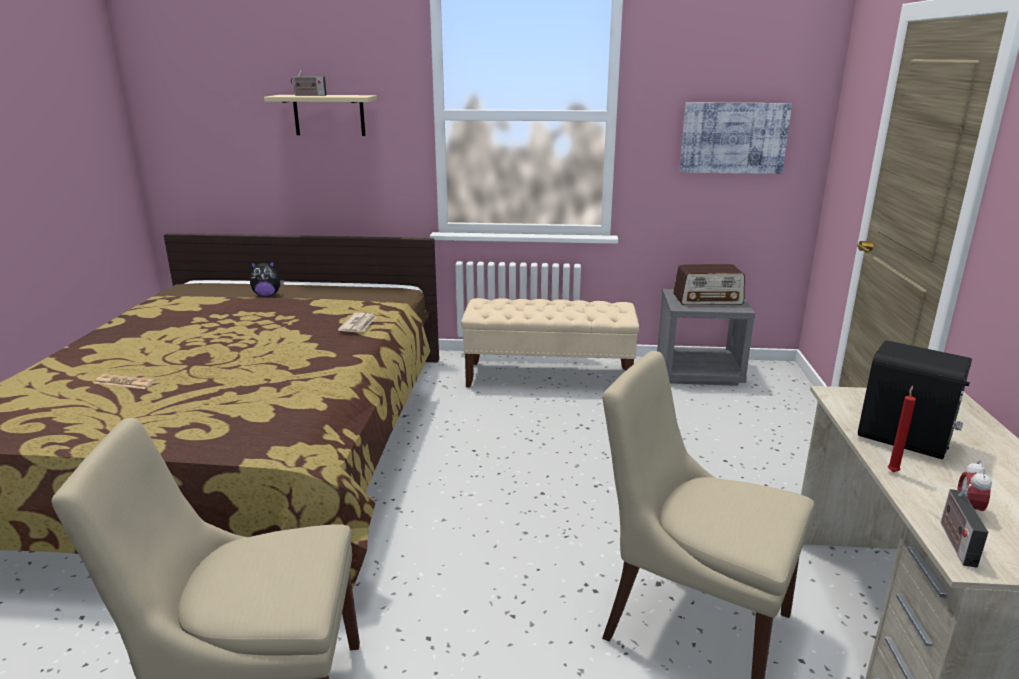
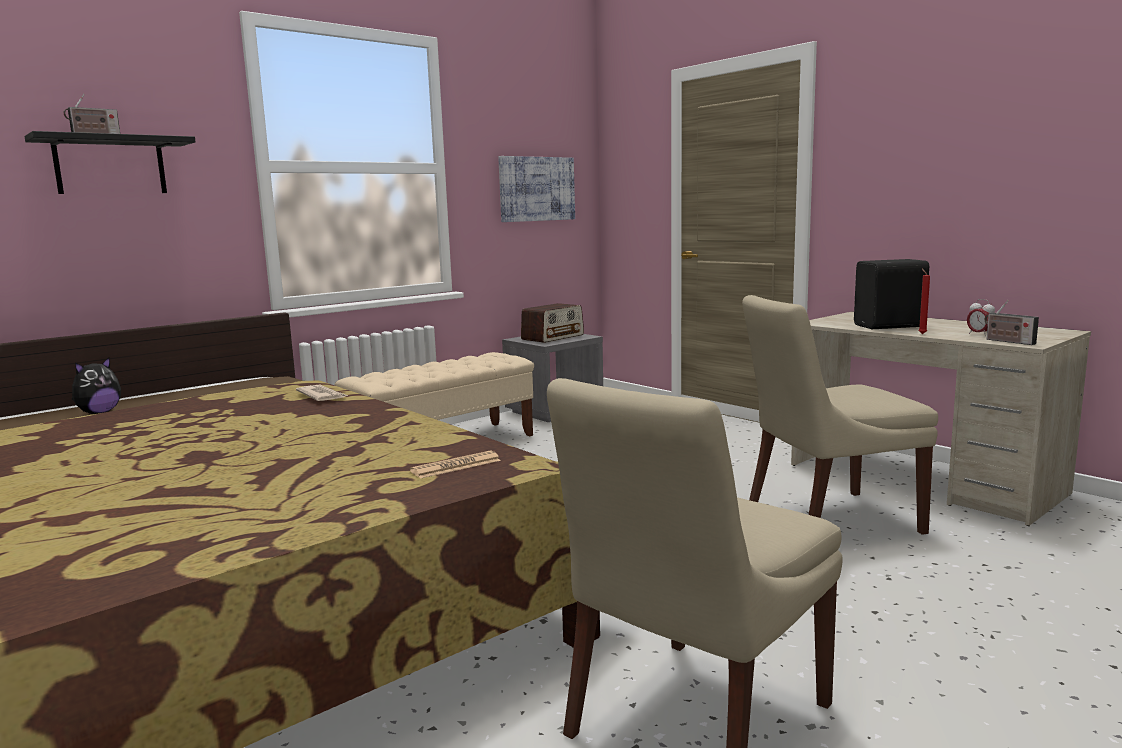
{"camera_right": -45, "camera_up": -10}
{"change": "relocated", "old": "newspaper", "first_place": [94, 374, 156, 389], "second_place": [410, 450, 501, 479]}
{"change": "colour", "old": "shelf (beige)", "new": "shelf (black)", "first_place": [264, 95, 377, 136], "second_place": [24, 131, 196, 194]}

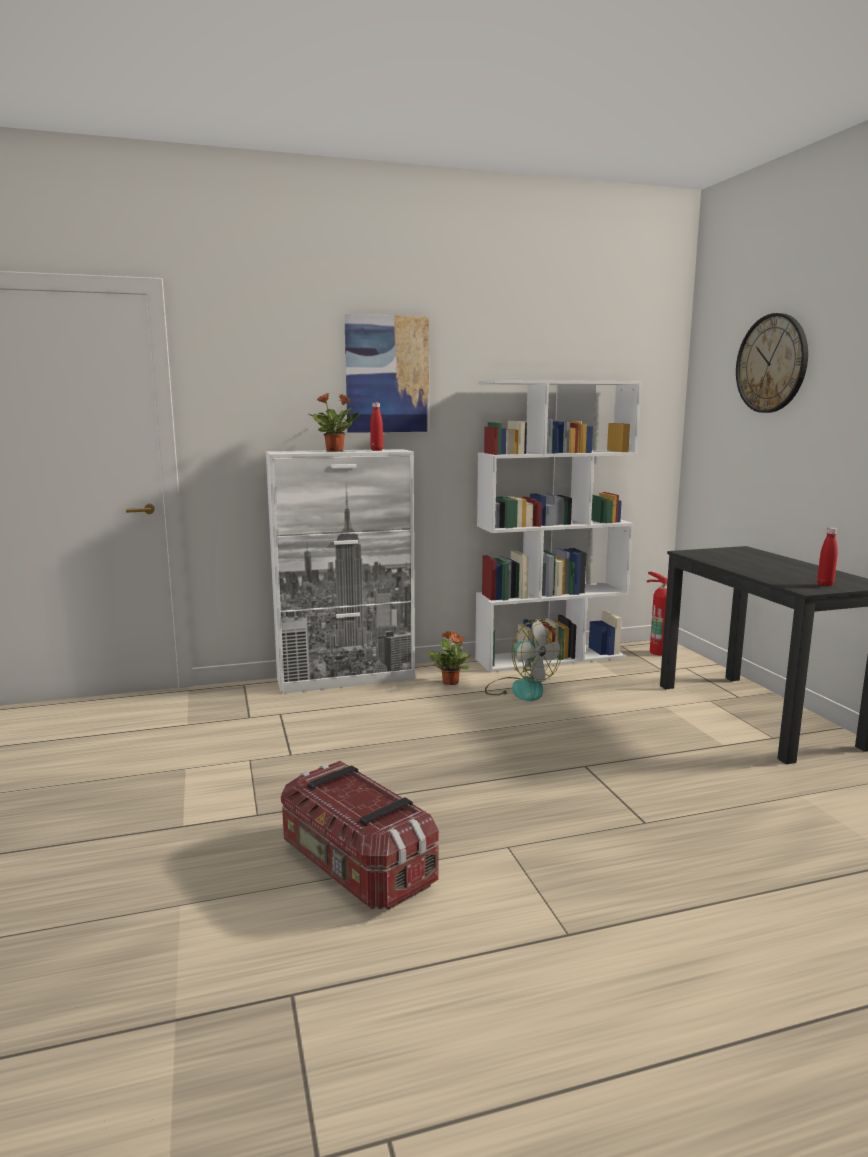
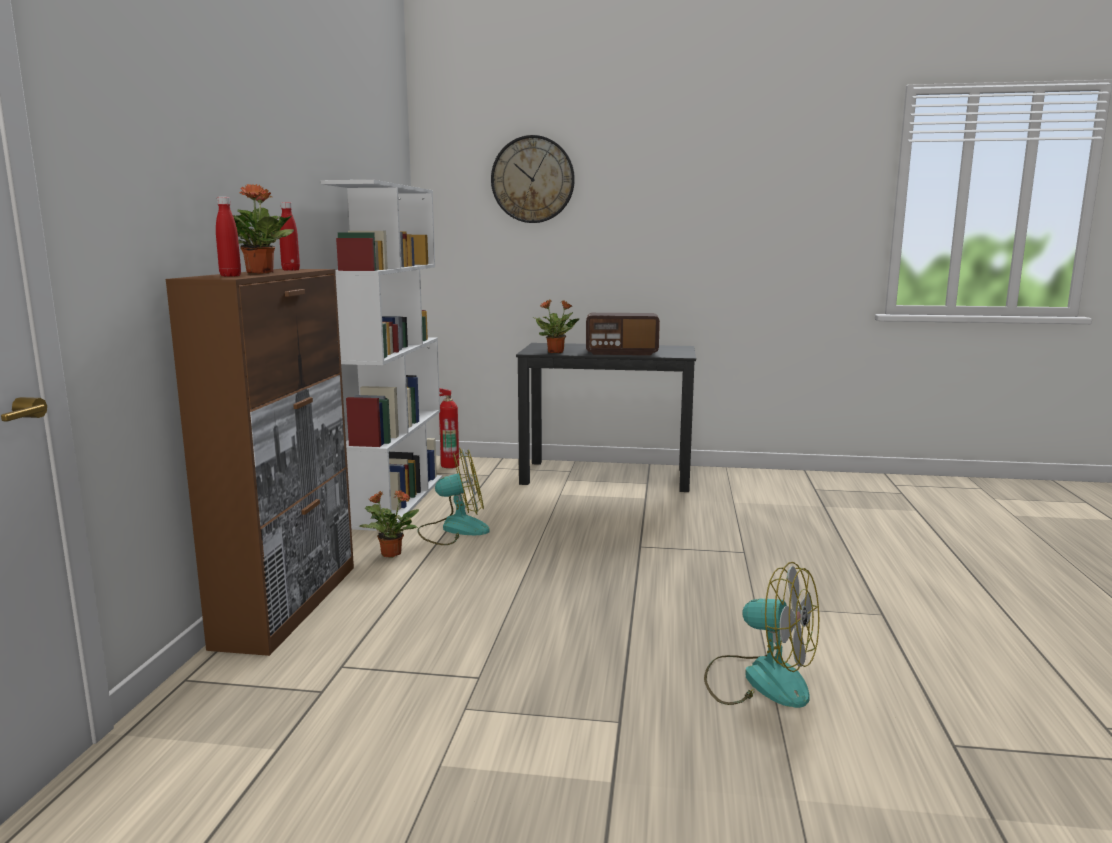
{"camera_right": -65, "camera_up": 0}
{"change": "missing", "old": "picture", "first_place": [344, 314, 429, 433]}
{"change": "appeared", "new": "potted plant", "second_place": [532, 300, 579, 353]}
{"change": "appeared", "new": "radio", "second_place": [586, 313, 660, 355]}
{"change": "relocated", "old": "bottle (red)", "first_place": [817, 527, 838, 586], "second_place": [216, 197, 241, 277]}
{"change": "exchanged", "old": "storage box", "new": "fan", "first_place": [281, 761, 439, 909], "second_place": [704, 562, 819, 708]}
{"change": "colour", "old": "cabinet (white)", "new": "cabinet (brown)", "first_place": [266, 449, 415, 694], "second_place": [165, 269, 354, 656]}

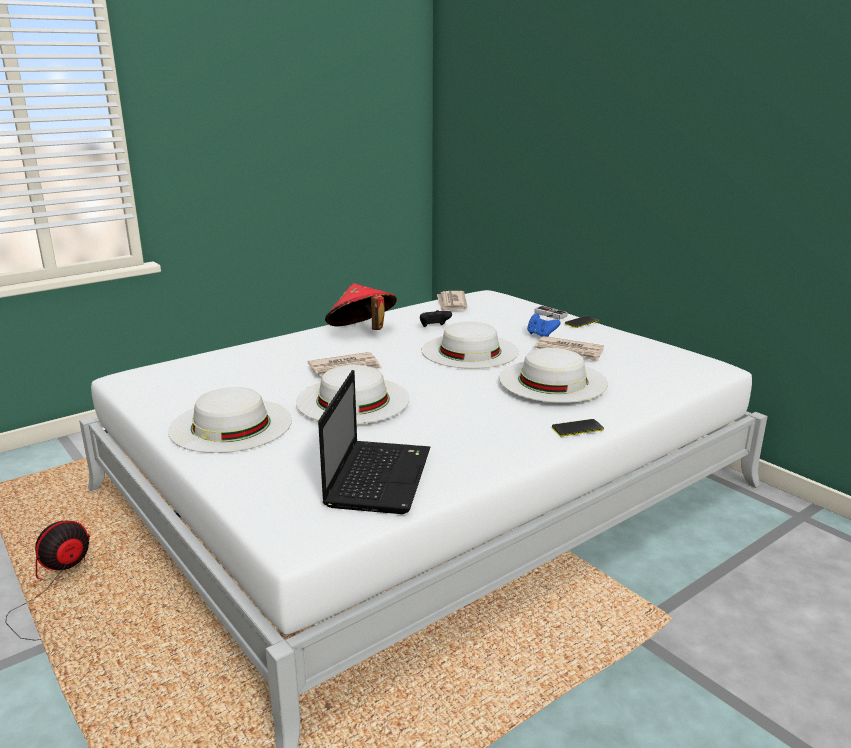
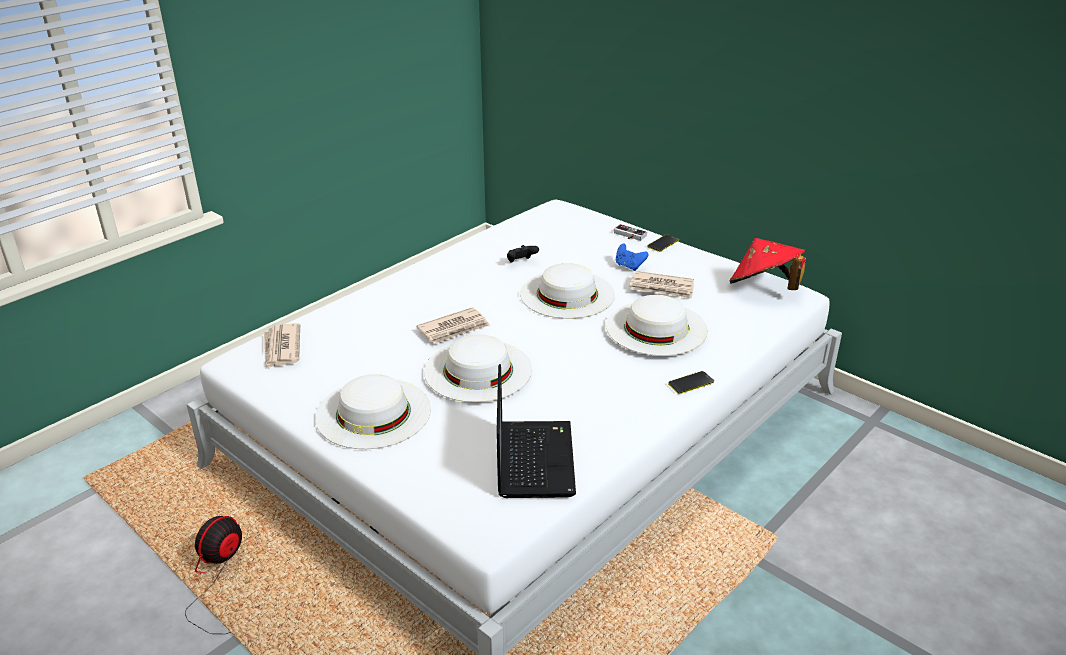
{"camera_right": -10, "camera_up": 10}
{"change": "relocated", "old": "hat (red)", "first_place": [325, 283, 397, 330], "second_place": [730, 238, 806, 290]}
{"change": "relocated", "old": "newspaper", "first_place": [437, 291, 467, 311], "second_place": [264, 323, 300, 369]}

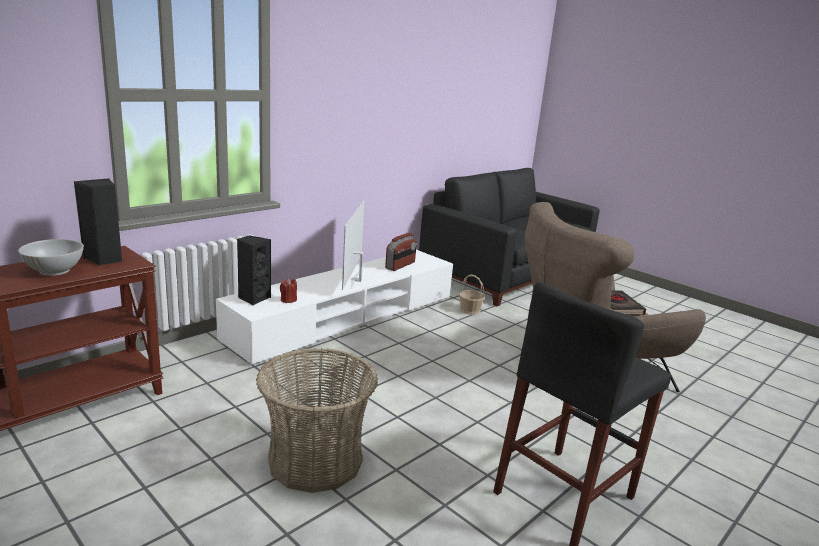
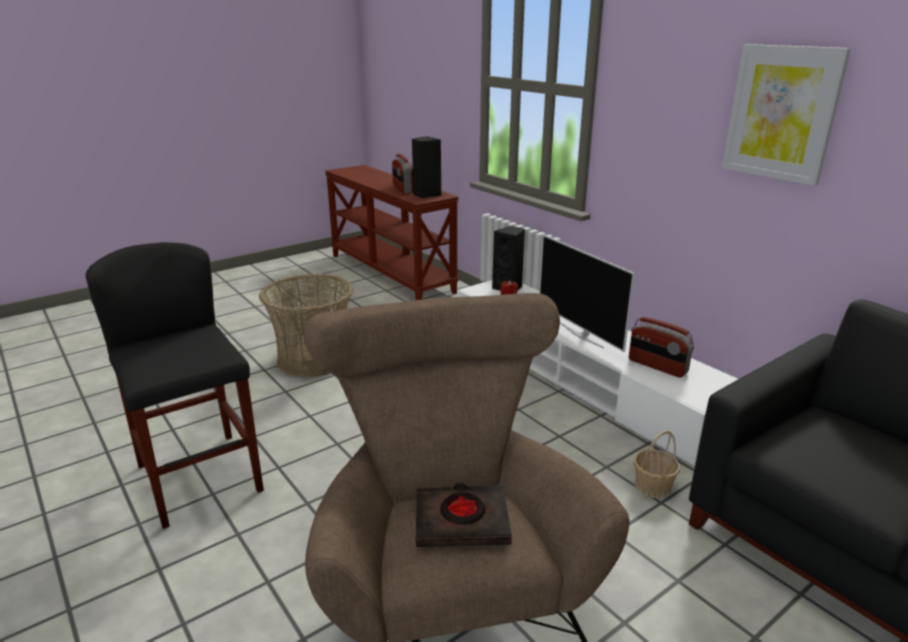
{"camera_right": 100, "camera_up": 5}
{"change": "appeared", "new": "picture", "second_place": [722, 44, 851, 186]}
{"change": "exchanged", "old": "bowl (white)", "new": "radio", "first_place": [18, 239, 84, 276], "second_place": [392, 154, 413, 194]}
{"change": "spun", "old": "television", "first_place": [342, 201, 364, 290], "second_place": [539, 235, 635, 352], "degrees": -135}

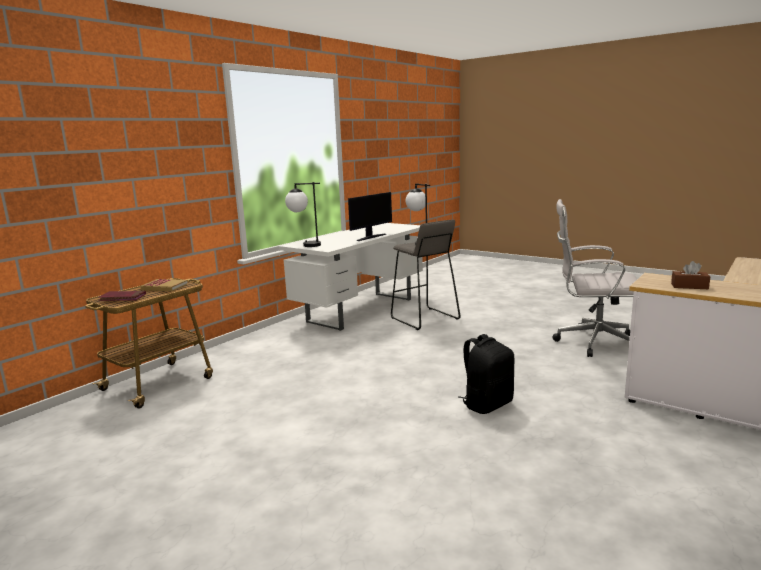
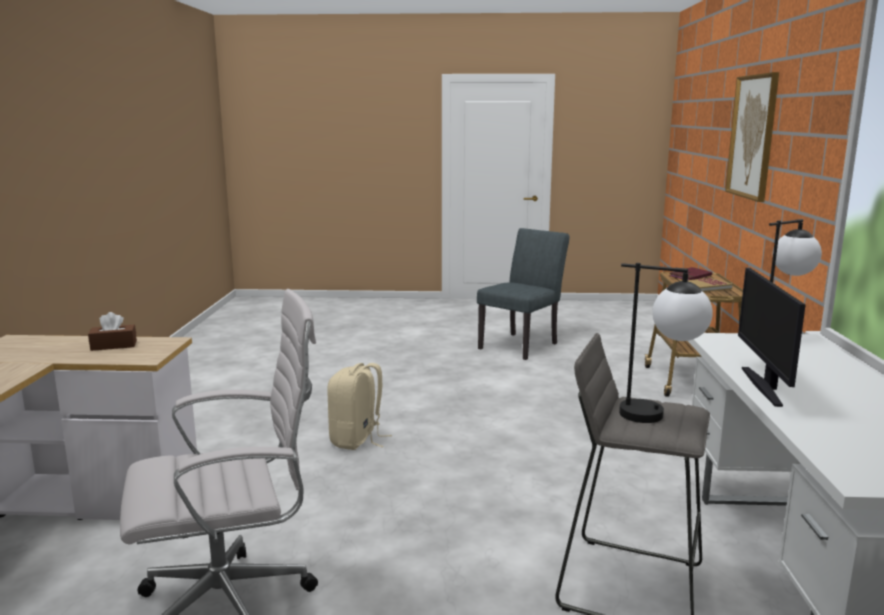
{"camera_right": 145, "camera_up": 0}
{"change": "appeared", "new": "chair (grey)", "second_place": [477, 228, 569, 360]}
{"change": "appeared", "new": "picture", "second_place": [725, 72, 779, 202]}
{"change": "colour", "old": "backpack (black)", "new": "backpack (beige)", "first_place": [458, 334, 514, 414], "second_place": [327, 363, 392, 450]}

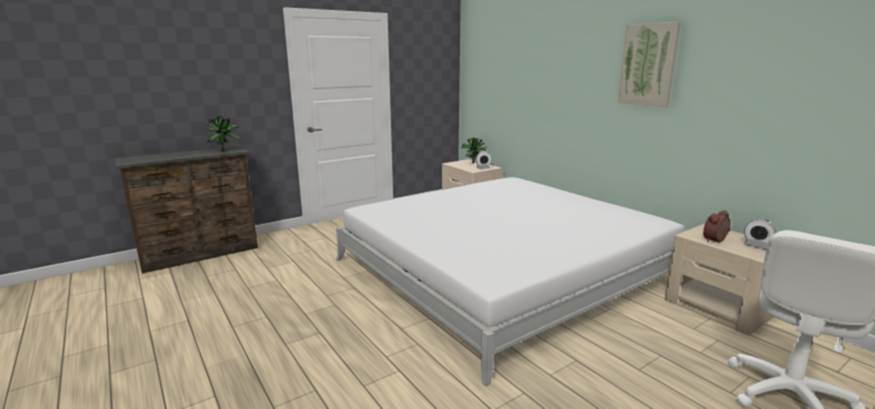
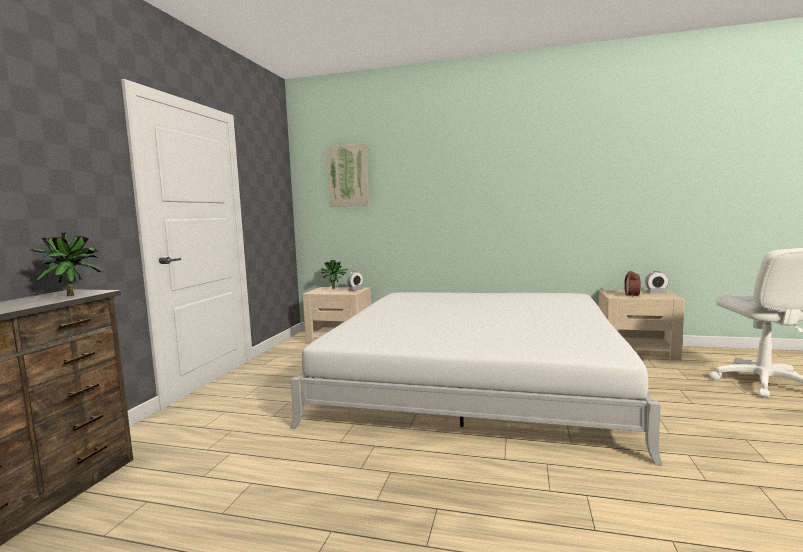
{"camera_right": -40, "camera_up": -10}
{"change": "relocated", "old": "picture", "first_place": [618, 22, 681, 107], "second_place": [327, 143, 369, 207]}

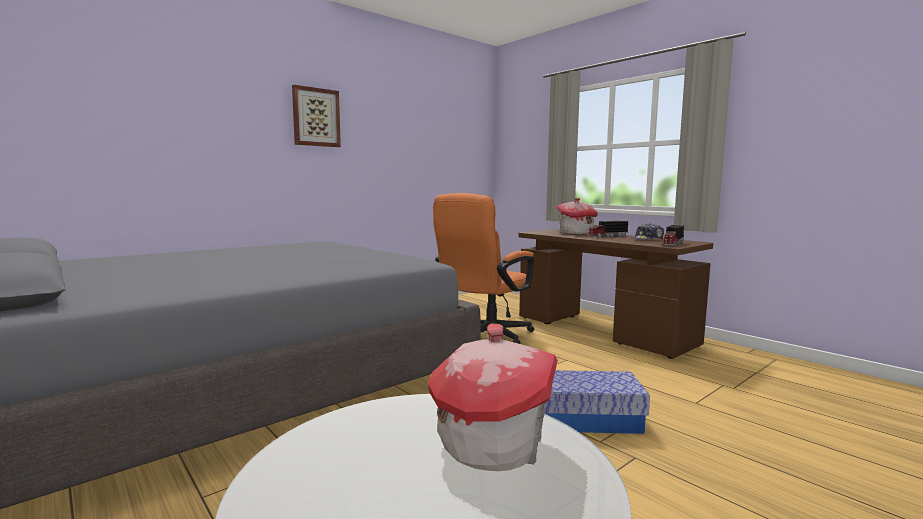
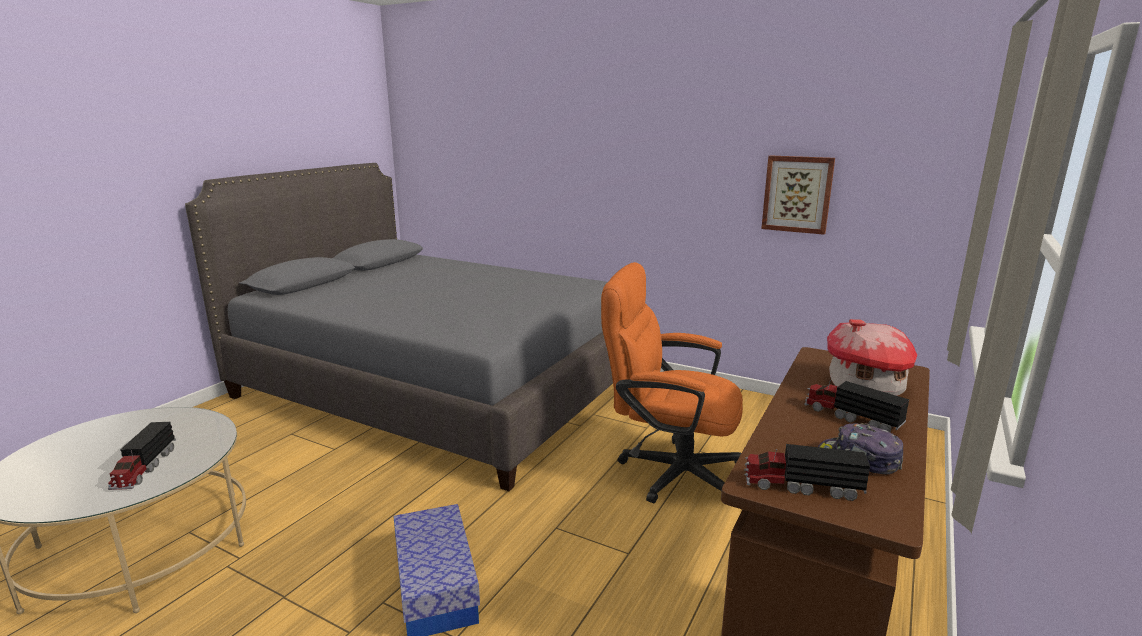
{"camera_right": 70, "camera_up": 10}
{"change": "relocated", "old": "picture", "first_place": [292, 85, 341, 147], "second_place": [761, 155, 835, 235]}
{"change": "exchanged", "old": "toy house", "new": "toy truck", "first_place": [428, 324, 558, 471], "second_place": [108, 422, 176, 490]}

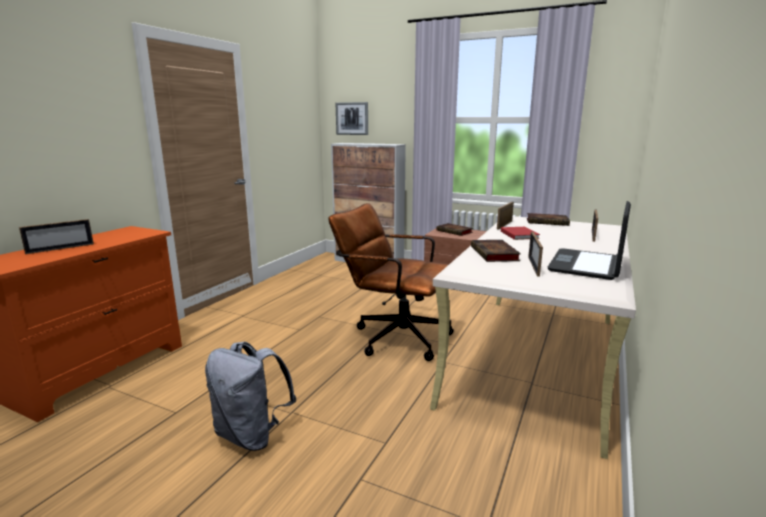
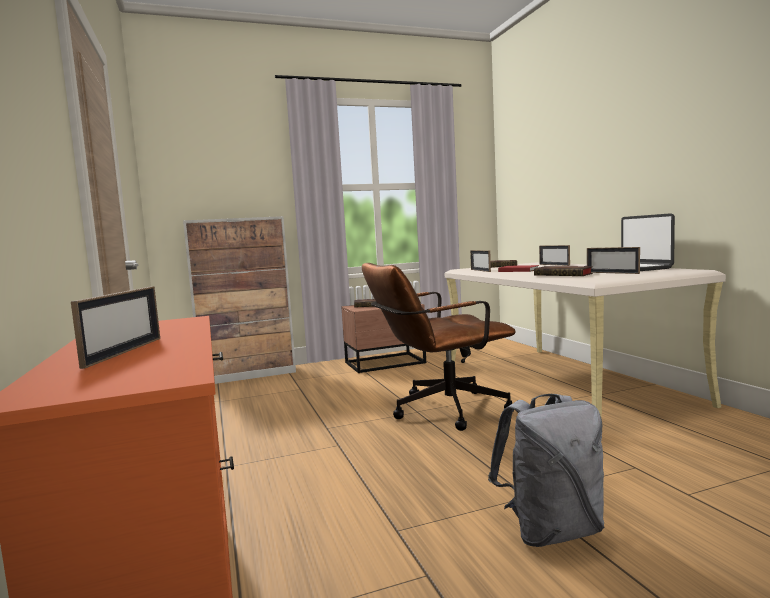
{"camera_right": -45, "camera_up": -10}
{"change": "missing", "old": "picture", "first_place": [336, 102, 368, 135]}

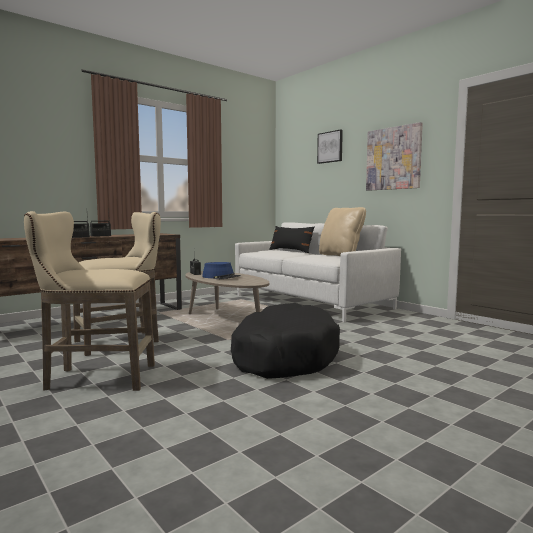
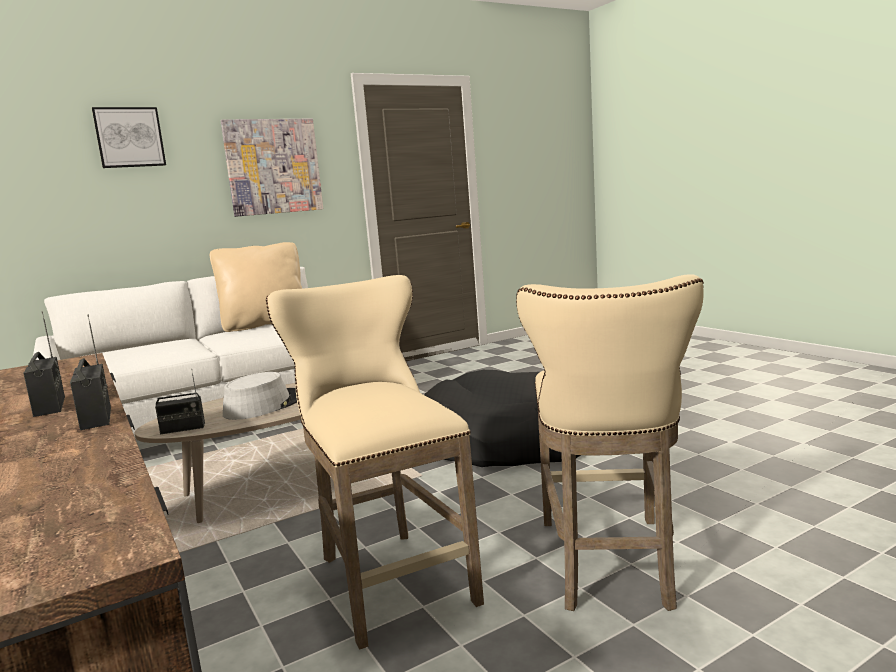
{"camera_right": -80, "camera_up": 5}
{"change": "missing", "old": "pillow (black)", "first_place": [269, 226, 315, 253]}
{"change": "colour", "old": "hat (blue)", "new": "hat (grey)", "first_place": [202, 262, 241, 279], "second_place": [223, 372, 297, 420]}

